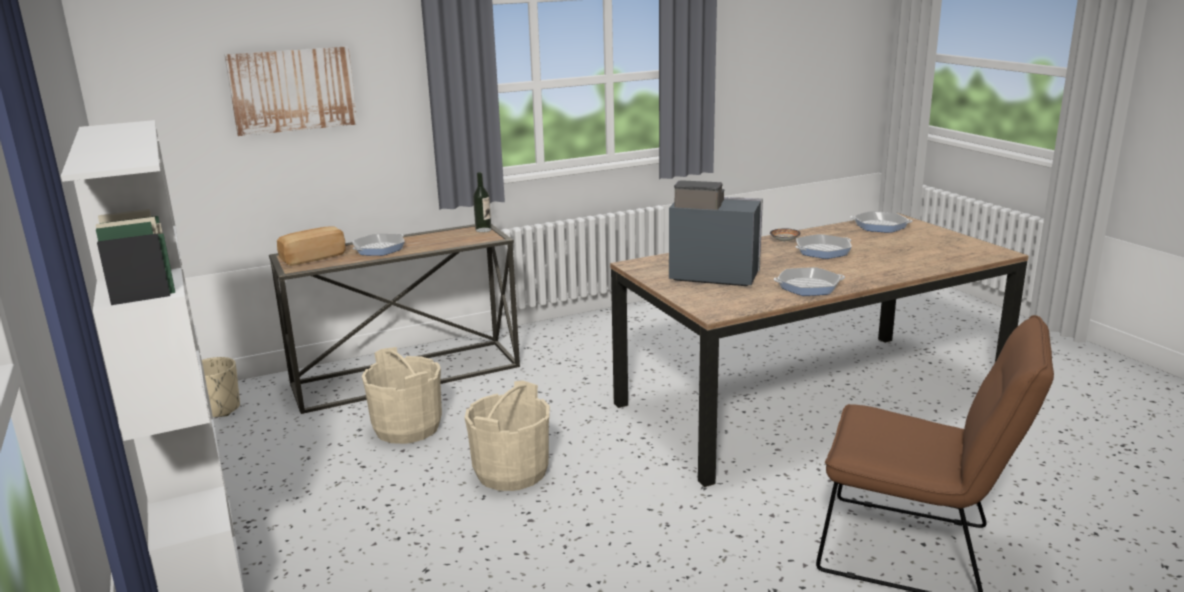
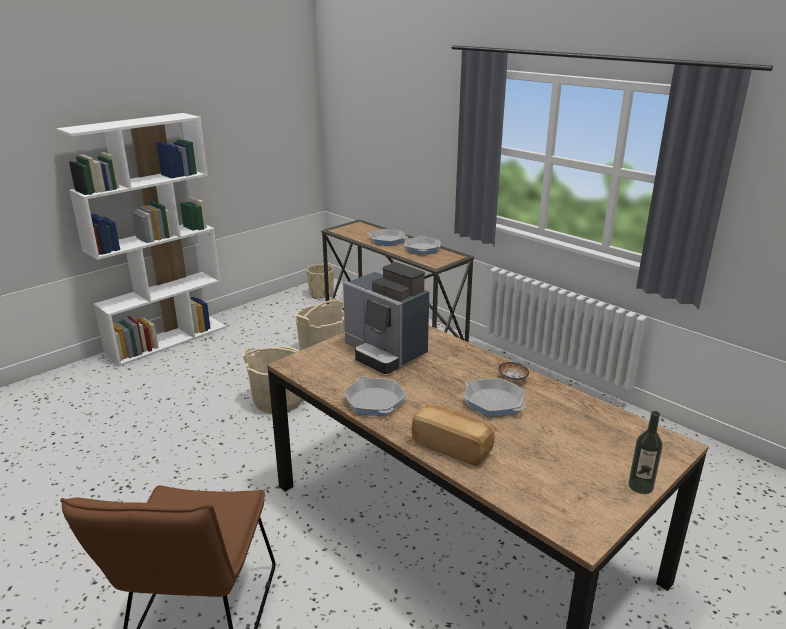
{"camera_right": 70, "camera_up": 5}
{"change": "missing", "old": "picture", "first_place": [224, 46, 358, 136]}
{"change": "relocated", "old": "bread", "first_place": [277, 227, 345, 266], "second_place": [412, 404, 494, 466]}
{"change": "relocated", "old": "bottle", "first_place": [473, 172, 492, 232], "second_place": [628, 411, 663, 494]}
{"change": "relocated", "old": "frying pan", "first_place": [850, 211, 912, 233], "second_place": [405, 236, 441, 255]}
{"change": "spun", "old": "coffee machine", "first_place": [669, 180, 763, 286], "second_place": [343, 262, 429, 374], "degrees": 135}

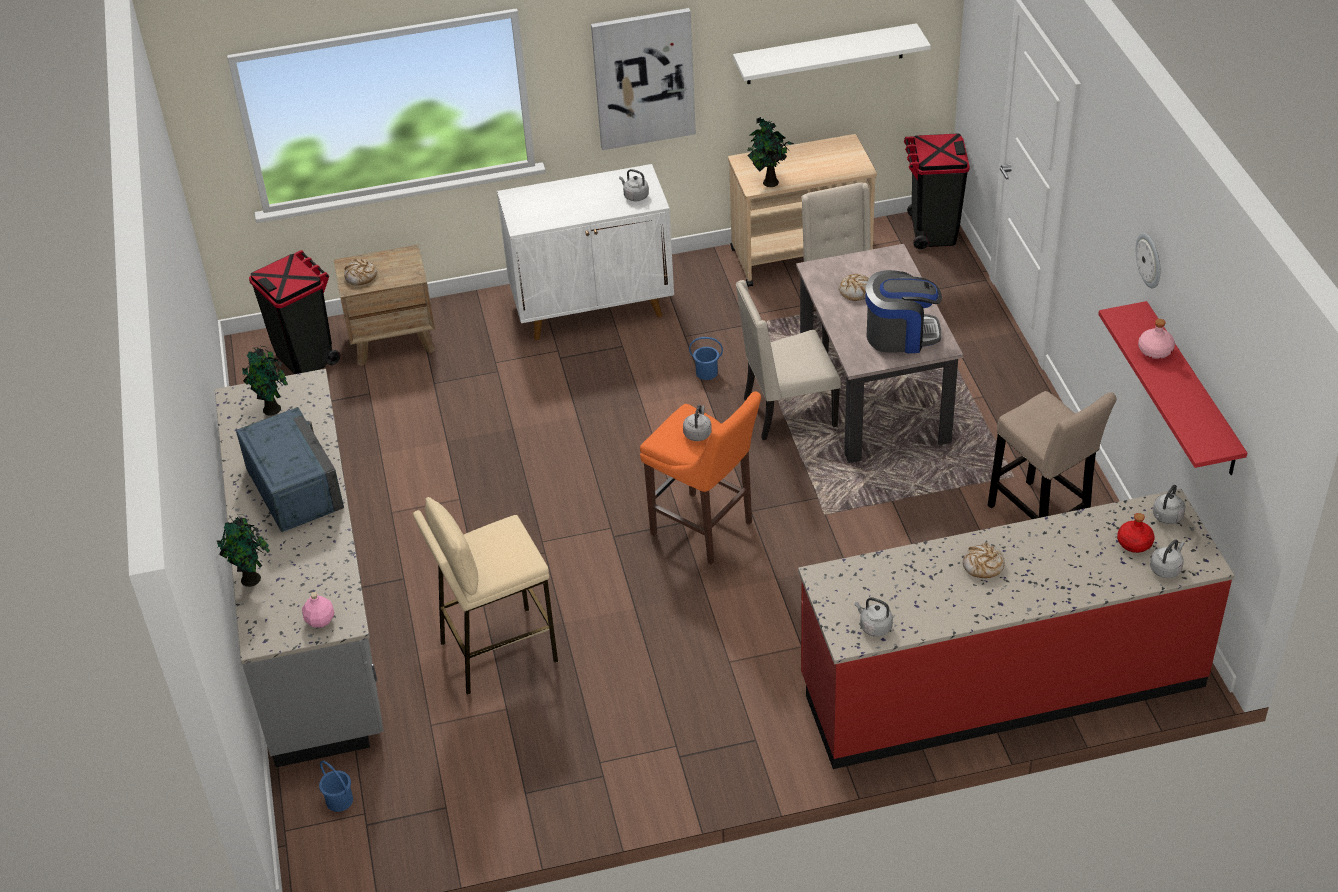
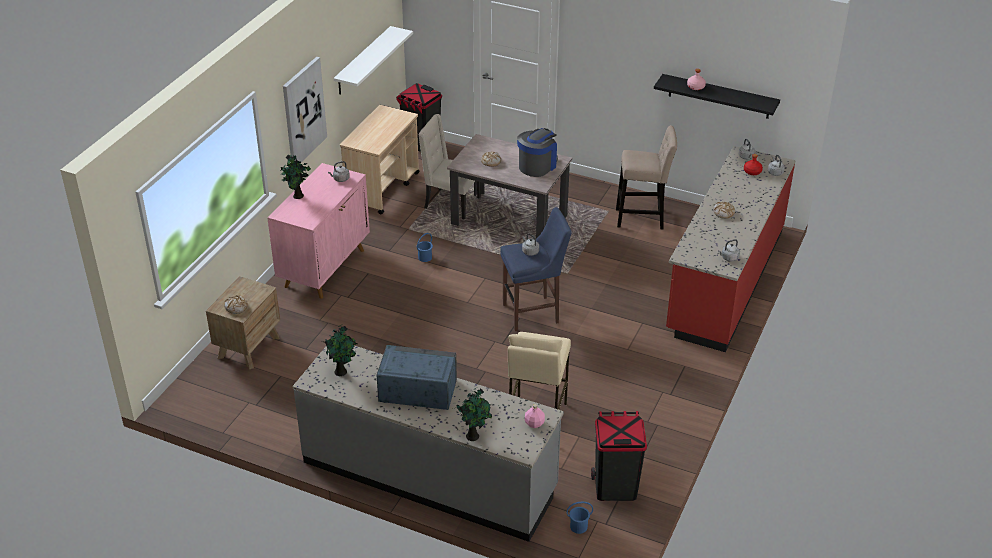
{"camera_right": -55, "camera_up": -5}
{"change": "missing", "old": "chair (beige)", "first_place": [736, 280, 841, 440]}
{"change": "missing", "old": "wall clock", "first_place": [1136, 233, 1160, 288]}
{"change": "relocated", "old": "trash can (black)", "first_place": [249, 250, 341, 374], "second_place": [591, 411, 647, 501]}
{"change": "relocated", "old": "potted plant", "first_place": [747, 117, 794, 187], "second_place": [281, 155, 311, 199]}
{"change": "colour", "old": "cabinet (white)", "new": "cabinet (pink)", "first_place": [497, 164, 674, 340], "second_place": [267, 163, 370, 299]}
{"change": "colour", "old": "stool (orange)", "new": "stool (blue)", "first_place": [640, 391, 761, 564], "second_place": [500, 207, 572, 331]}
{"change": "colour", "old": "shelf (red)", "new": "shelf (black)", "first_place": [1098, 301, 1247, 475], "second_place": [654, 74, 780, 119]}

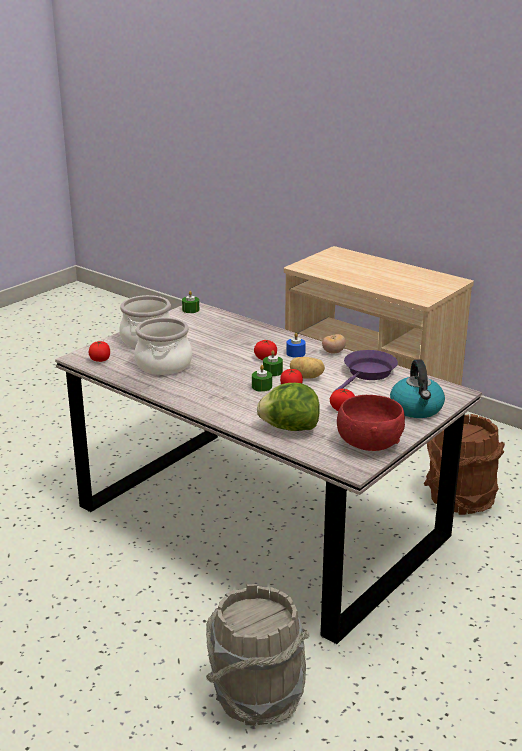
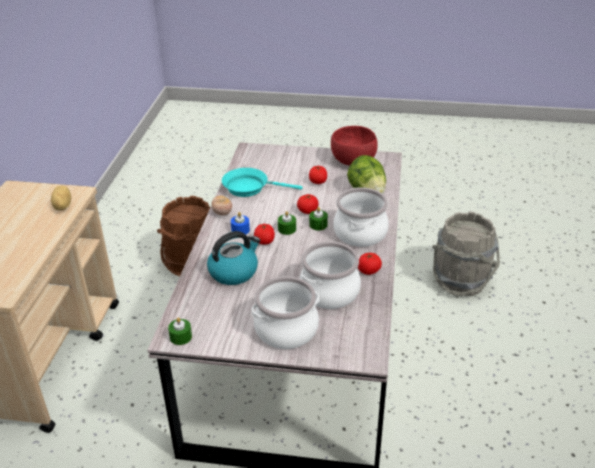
{"camera_right": -120, "camera_up": 10}
{"change": "appeared", "new": "cooking pot", "second_place": [334, 187, 389, 247]}
{"change": "relocated", "old": "tomato", "first_place": [89, 341, 110, 362], "second_place": [358, 253, 382, 275]}
{"change": "relocated", "old": "potato", "first_place": [290, 357, 325, 379], "second_place": [51, 186, 71, 210]}
{"change": "relocated", "old": "kettle", "first_place": [390, 360, 445, 418], "second_place": [207, 231, 260, 285]}
{"change": "colour", "old": "frying pan (purple)", "new": "frying pan (turquoise)", "first_place": [333, 350, 398, 392], "second_place": [222, 168, 303, 197]}

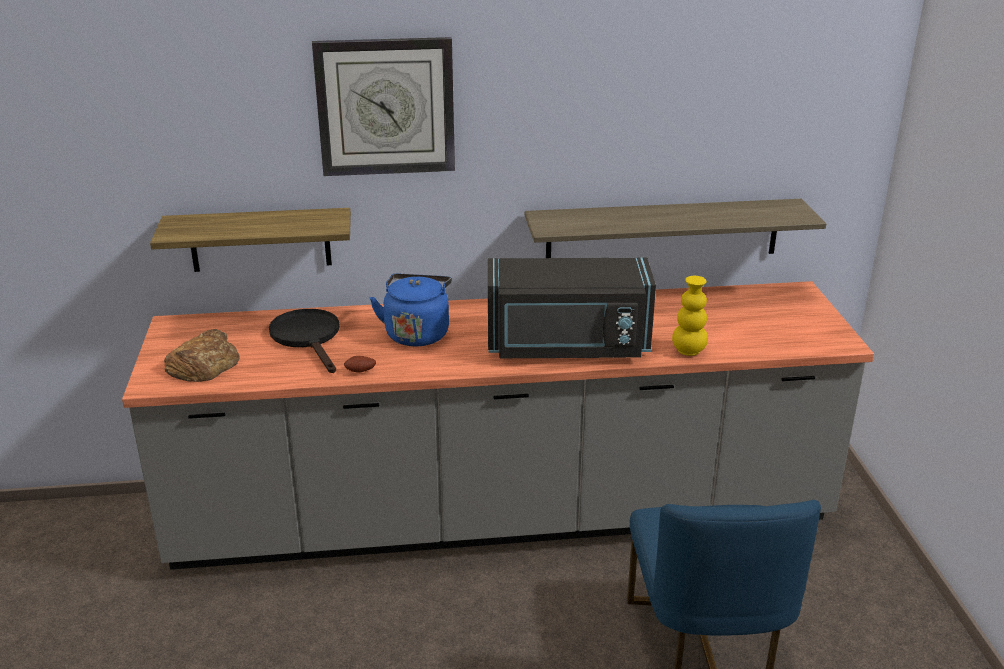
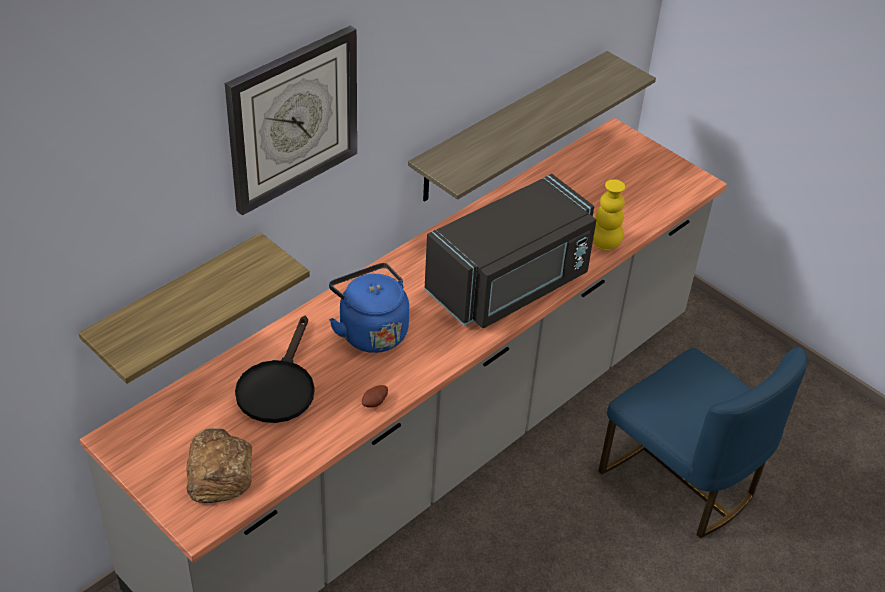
{"camera_right": -40, "camera_up": 15}
{"change": "spun", "old": "frying pan (black)", "first_place": [269, 309, 340, 373], "second_place": [235, 316, 315, 423], "degrees": -105}

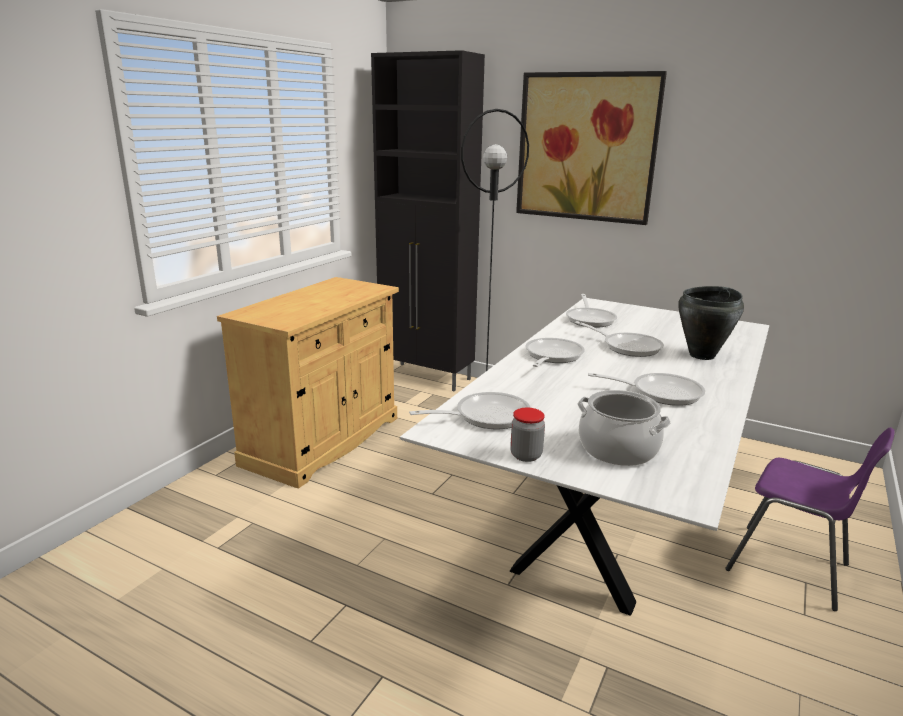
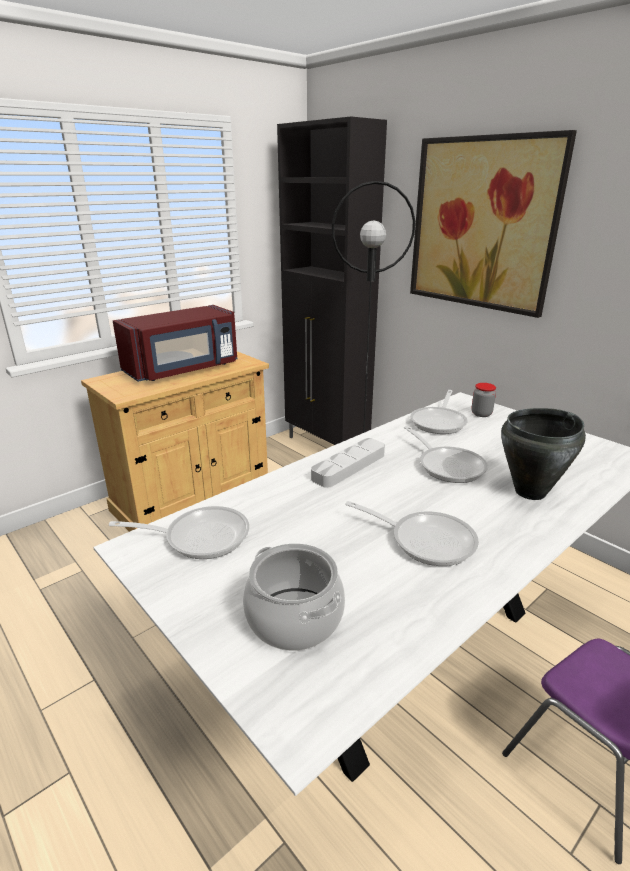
{"camera_right": 20, "camera_up": 5}
{"change": "appeared", "new": "microwave (red)", "second_place": [113, 305, 237, 382]}
{"change": "relocated", "old": "jar", "first_place": [510, 407, 545, 462], "second_place": [471, 383, 496, 417]}
{"change": "exchanged", "old": "frying pan", "new": "tray (grey)", "first_place": [525, 338, 585, 367], "second_place": [311, 438, 385, 488]}

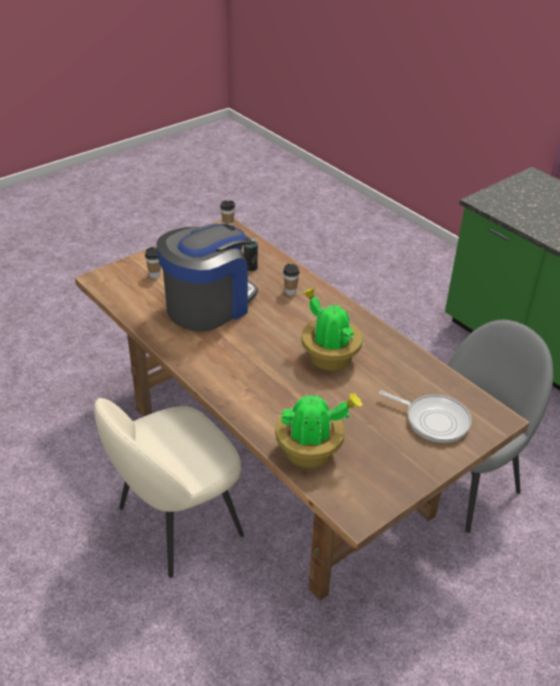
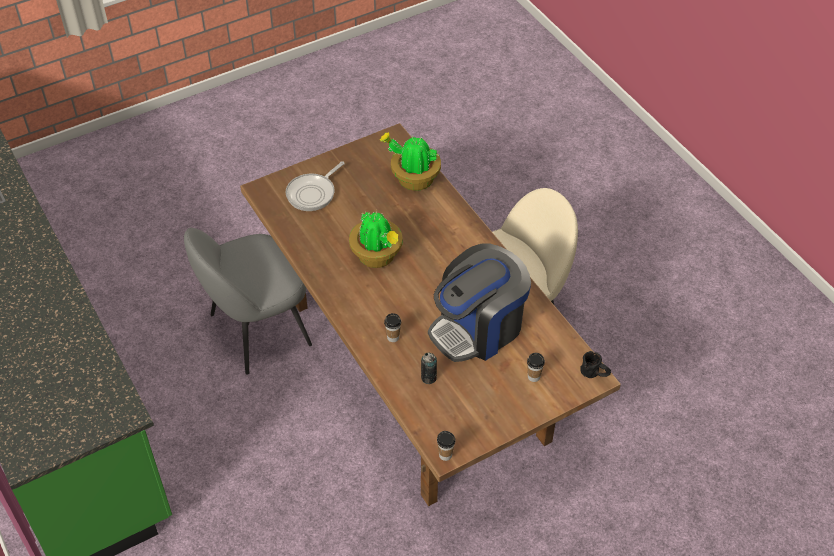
{"camera_right": -170, "camera_up": 10}
{"change": "appeared", "new": "mug (black)", "second_place": [581, 351, 611, 378]}
{"change": "spun", "old": "frying pan", "first_place": [379, 390, 471, 443], "second_place": [286, 161, 345, 211], "degrees": -90}

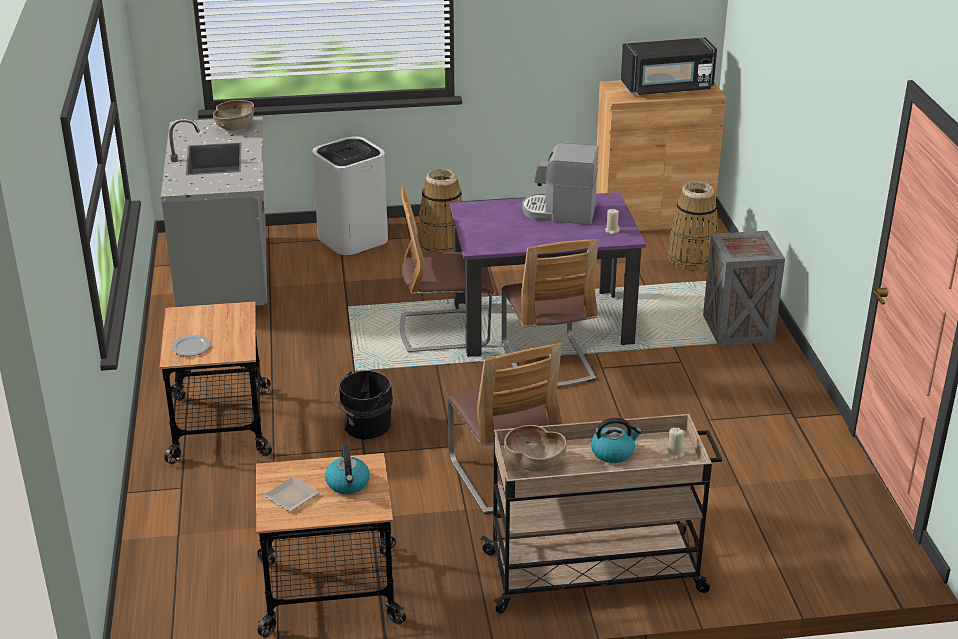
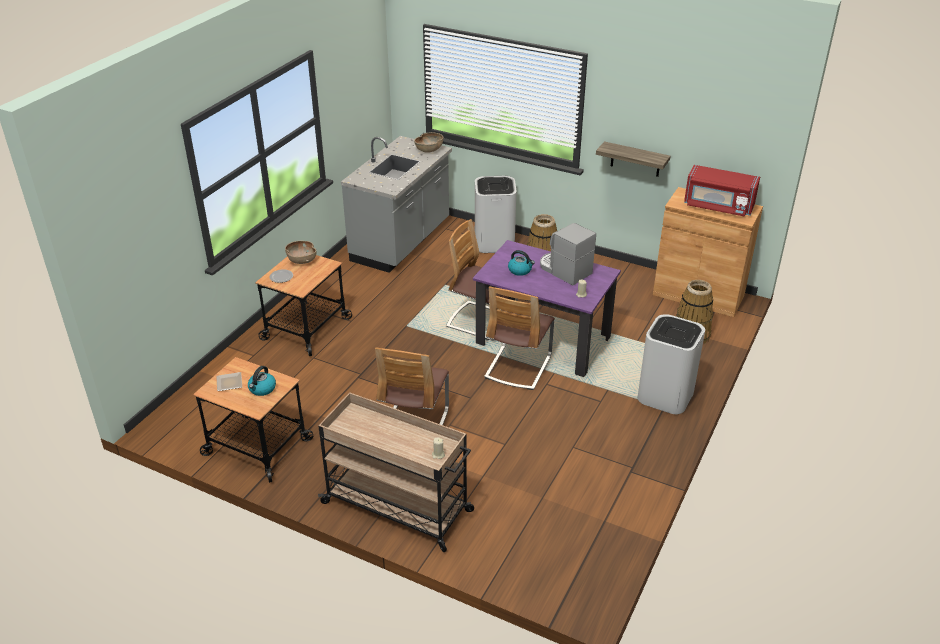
{"camera_right": 35, "camera_up": 5}
{"change": "missing", "old": "bucket (black)", "first_place": [334, 370, 393, 440]}
{"change": "appeared", "new": "shelf", "second_place": [596, 141, 671, 177]}
{"change": "relocated", "old": "bowl (brown)", "first_place": [504, 425, 566, 472], "second_place": [285, 241, 316, 264]}
{"change": "relocated", "old": "kettle", "first_place": [591, 417, 642, 463], "second_place": [508, 250, 535, 276]}
{"change": "exchanged", "old": "crate", "new": "trash can (white)", "first_place": [703, 231, 785, 346], "second_place": [638, 314, 705, 414]}
{"change": "colour", "old": "microwave (black)", "new": "microwave (red)", "first_place": [621, 37, 717, 95], "second_place": [684, 165, 760, 217]}

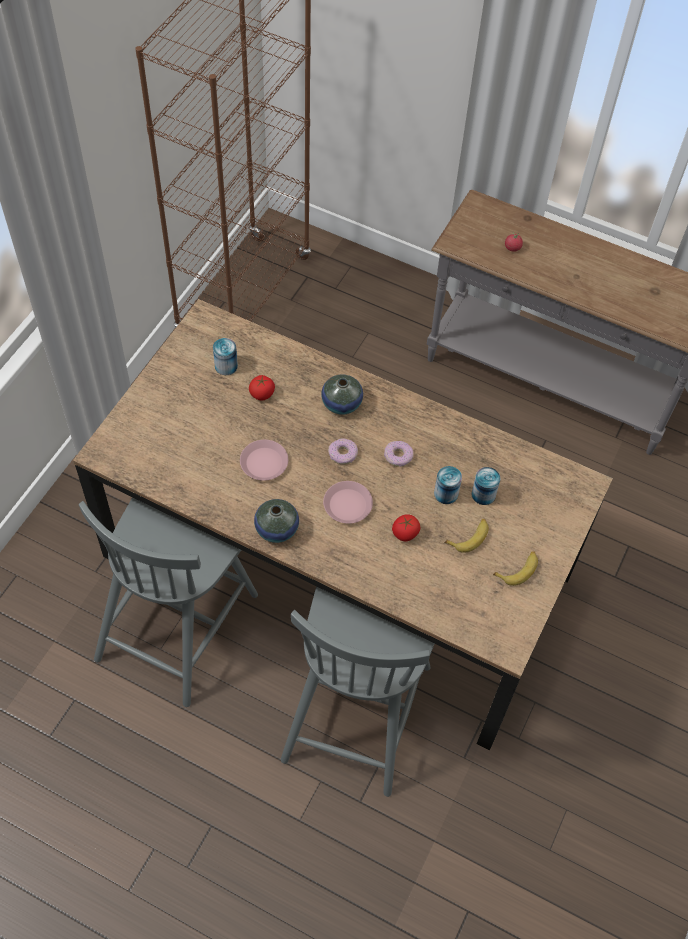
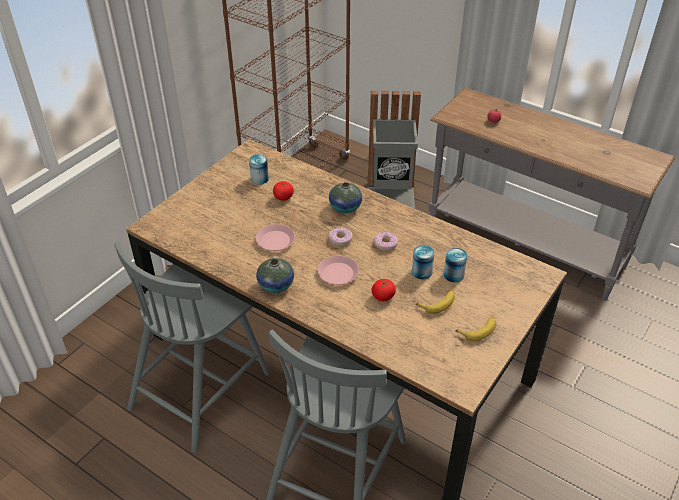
{"camera_right": 10, "camera_up": -15}
{"change": "appeared", "new": "trash can (grey)", "second_place": [368, 91, 421, 208]}

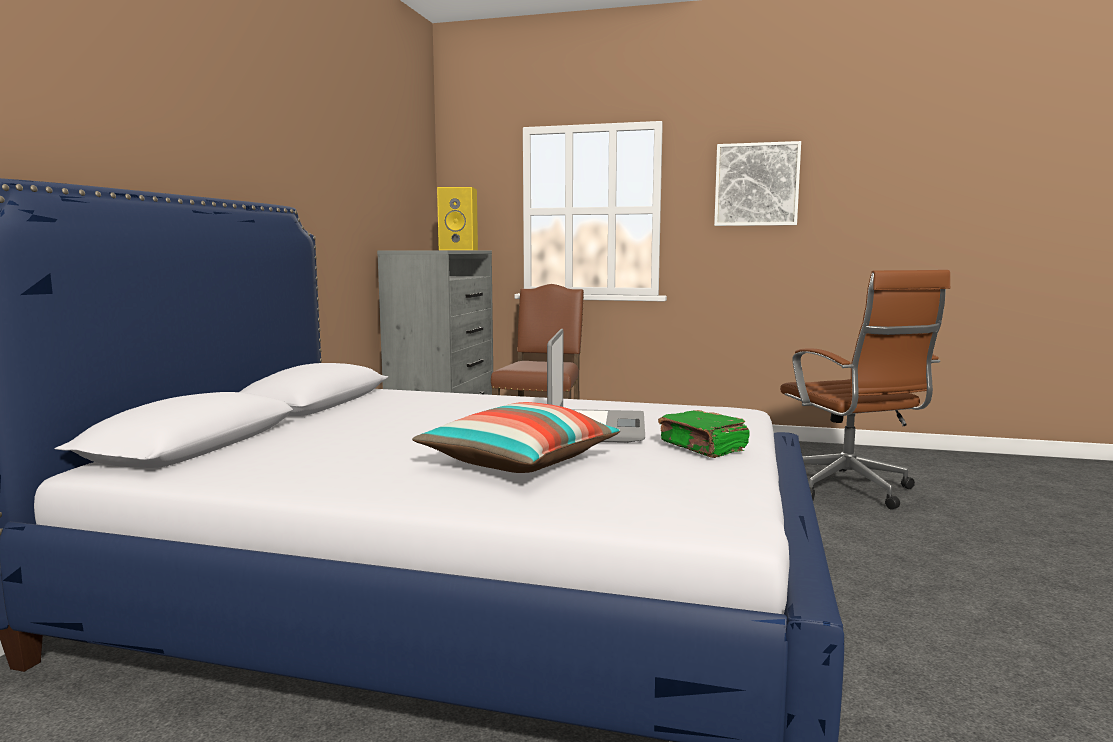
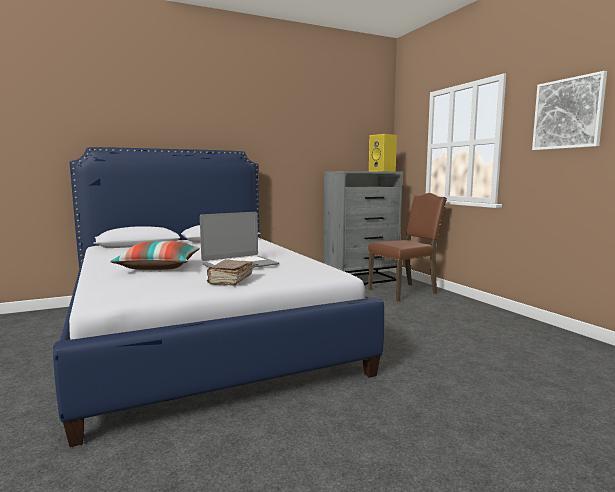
{"camera_right": 50, "camera_up": 0}
{"change": "missing", "old": "office chair (brown)", "first_place": [780, 270, 950, 510]}
{"change": "colour", "old": "book (green)", "new": "book (brown)", "first_place": [658, 410, 750, 458], "second_place": [207, 260, 253, 286]}

